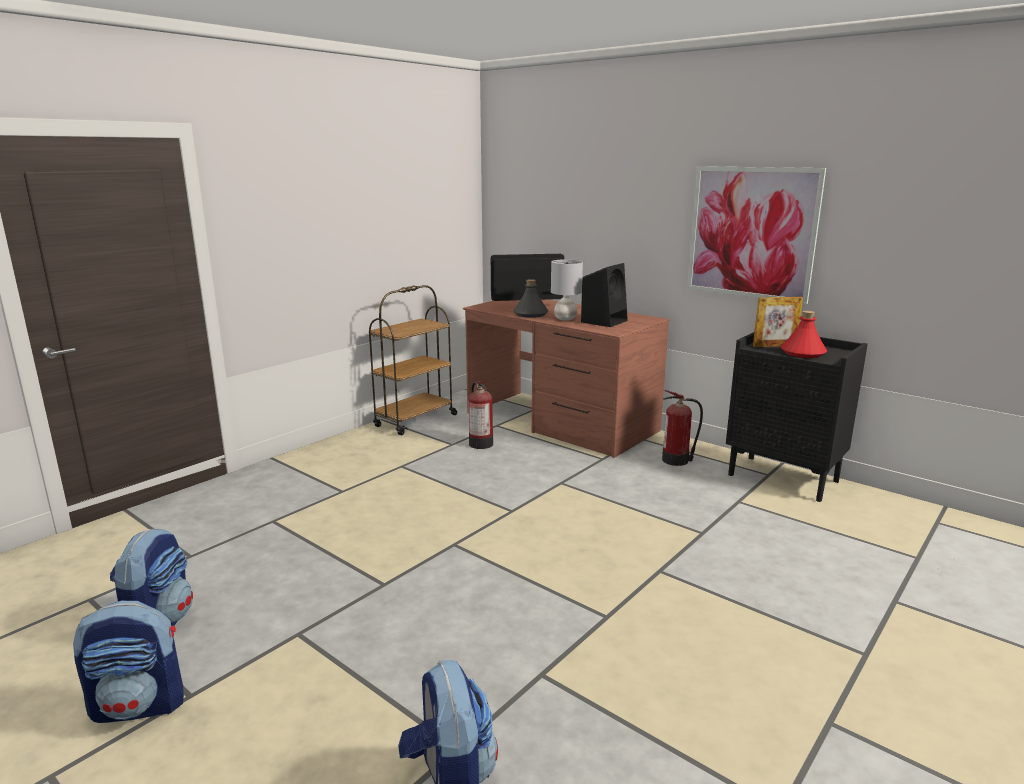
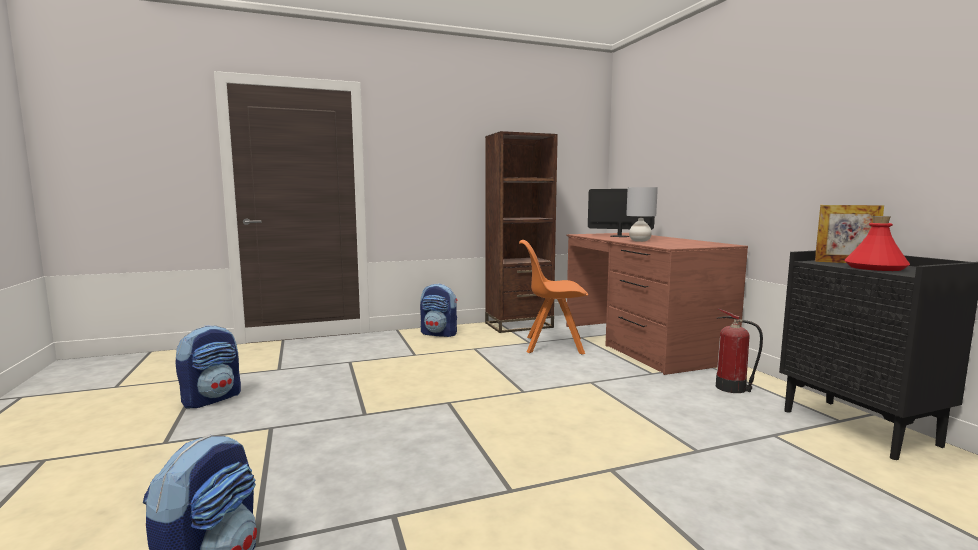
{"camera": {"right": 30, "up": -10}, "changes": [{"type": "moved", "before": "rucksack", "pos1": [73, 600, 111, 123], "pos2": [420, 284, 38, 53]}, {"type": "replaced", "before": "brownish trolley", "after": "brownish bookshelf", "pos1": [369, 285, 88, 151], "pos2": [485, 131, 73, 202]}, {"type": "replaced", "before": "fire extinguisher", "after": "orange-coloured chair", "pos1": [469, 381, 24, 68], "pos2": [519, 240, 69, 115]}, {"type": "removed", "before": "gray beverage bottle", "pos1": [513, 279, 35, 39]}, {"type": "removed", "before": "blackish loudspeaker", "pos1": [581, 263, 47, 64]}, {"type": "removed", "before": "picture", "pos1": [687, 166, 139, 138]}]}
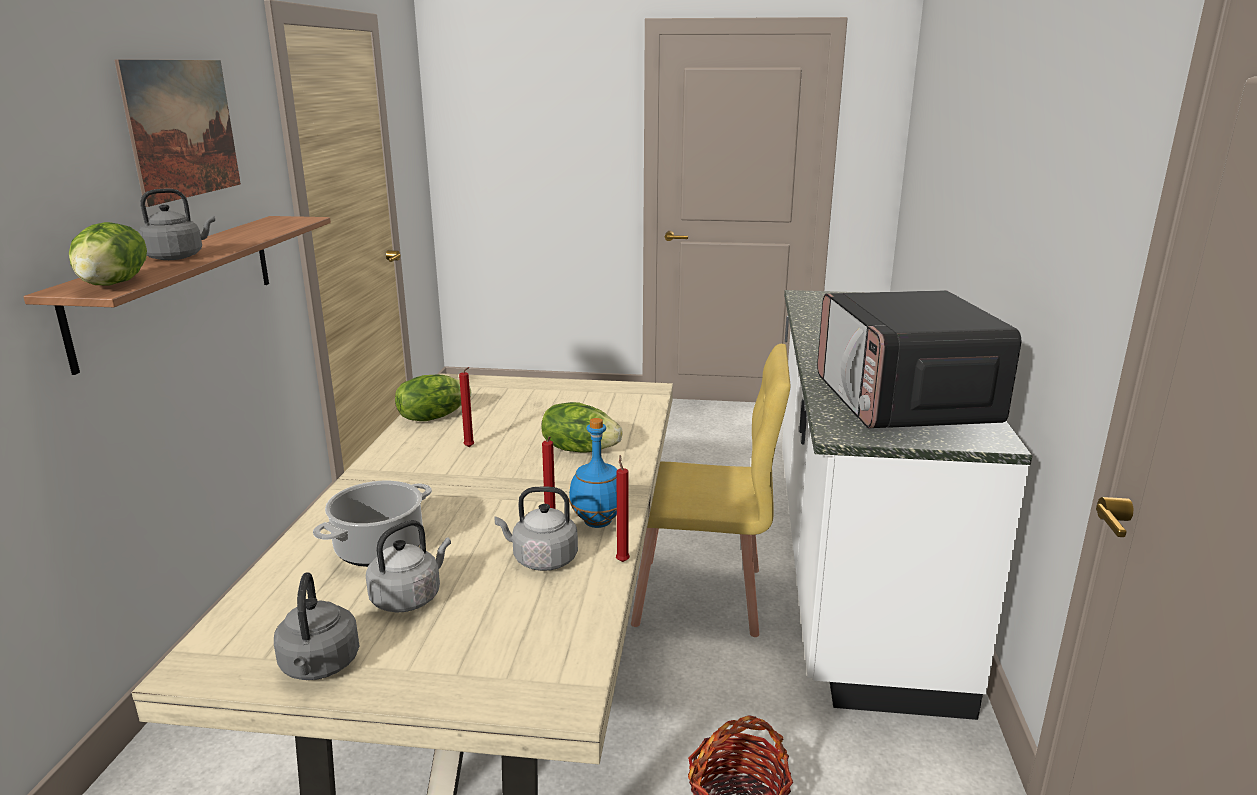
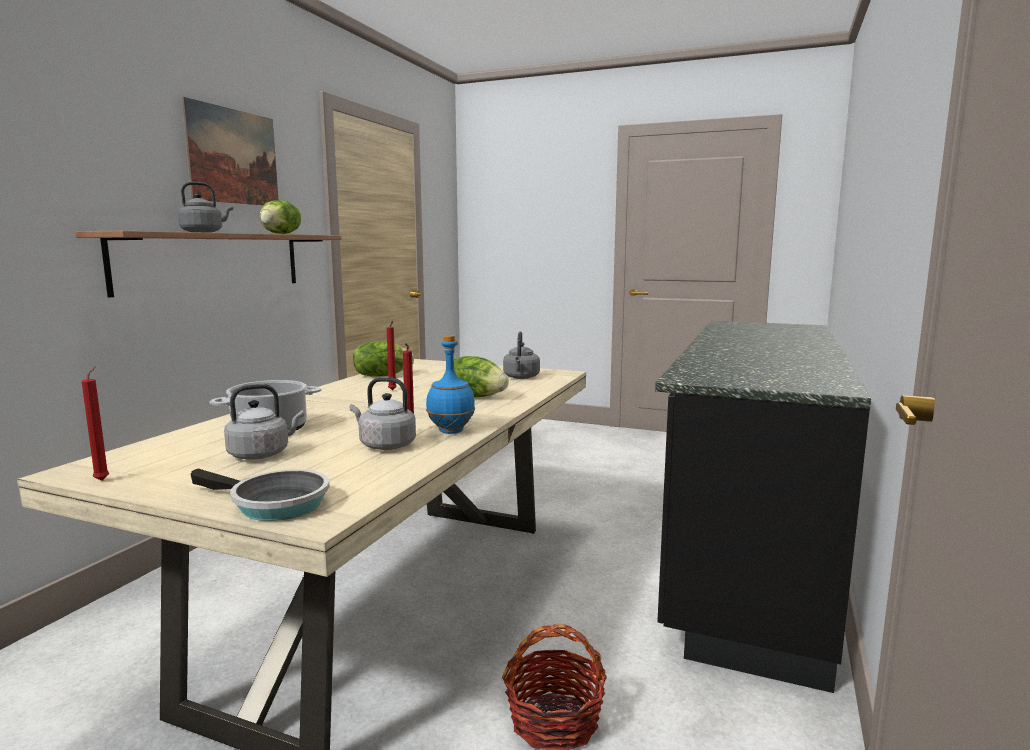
{"camera": {"right": 15, "up": -10}, "changes": [{"type": "moved", "before": "red wax light", "pos1": [616, 455, 14, 107], "pos2": [82, 366, 27, 115]}, {"type": "added", "after": "pan", "pos2": [191, 468, 138, 53]}, {"type": "moved", "before": "head of lettuce", "pos1": [69, 222, 78, 64], "pos2": [260, 200, 41, 34]}, {"type": "moved", "before": "gray kettle", "pos1": [274, 572, 85, 108], "pos2": [503, 331, 37, 48]}, {"type": "recoloured", "before": "whitish kitchen base unit", "after": "blackish kitchen base unit", "pos1": [782, 290, 250, 430], "pos2": [655, 321, 216, 372]}, {"type": "removed", "before": "yellow-coloured chair", "pos1": [631, 344, 159, 293]}, {"type": "removed", "before": "microwave oven", "pos1": [817, 290, 204, 138]}]}
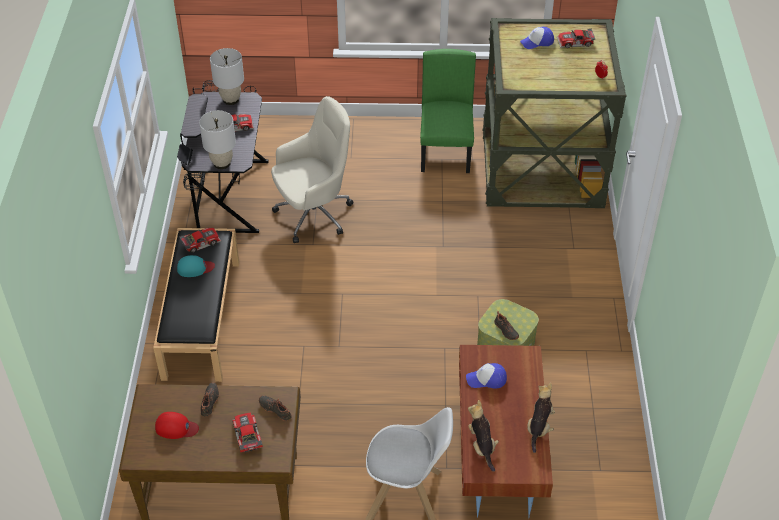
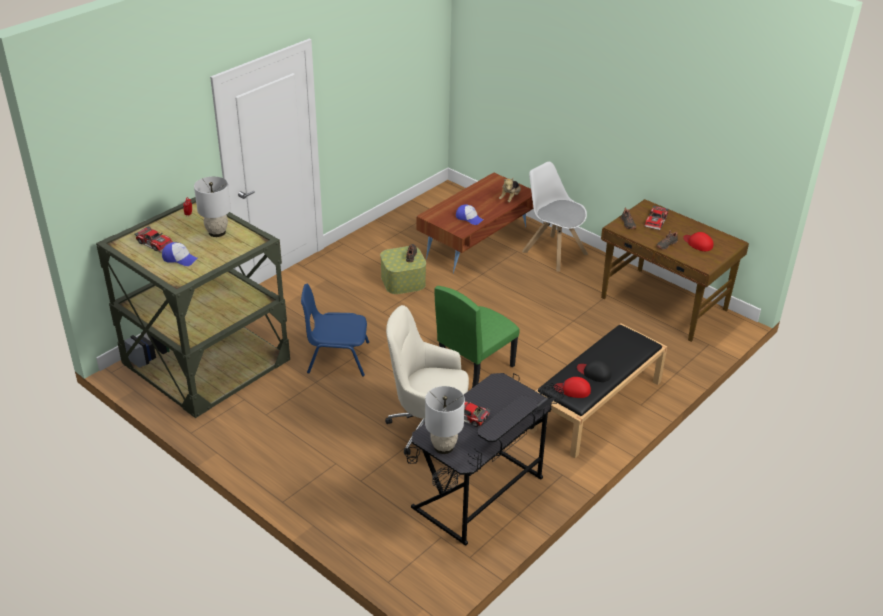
{"camera": {"right": -140, "up": -10}, "changes": [{"type": "moved", "before": "whitish lamp for a table", "pos1": [199, 110, 37, 59], "pos2": [194, 176, 37, 61]}, {"type": "added", "after": "blue-coloured chair", "pos2": [301, 284, 68, 93]}, {"type": "moved", "before": "greenish chair", "pos1": [420, 49, 56, 124], "pos2": [434, 286, 86, 102]}, {"type": "replaced", "before": "model car", "after": "red cap", "pos1": [179, 228, 42, 25], "pos2": [554, 377, 37, 21]}, {"type": "recoloured", "before": "turquoise-coloured cap", "after": "blackish cap", "pos1": [177, 255, 38, 22], "pos2": [577, 360, 35, 22]}, {"type": "removed", "before": "plush toy", "pos1": [527, 383, 28, 70]}]}
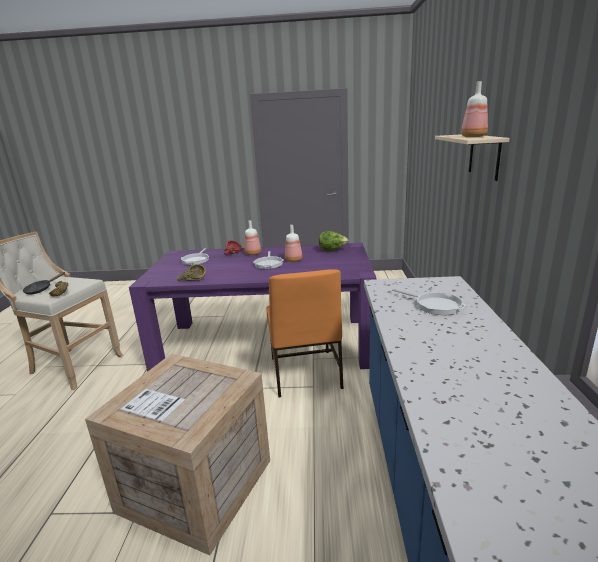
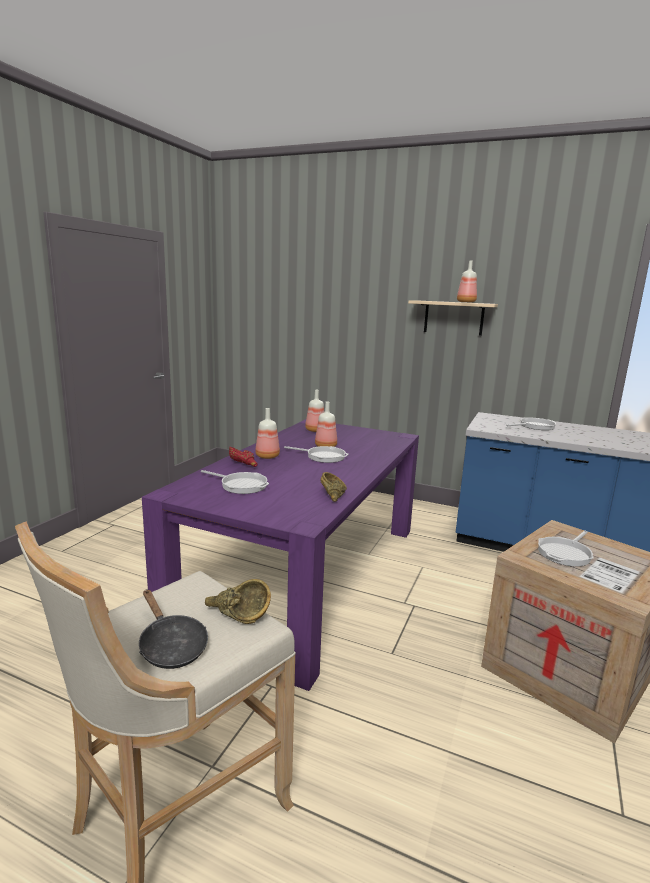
{"camera": {"right": -70, "up": -5}, "changes": [{"type": "replaced", "before": "head of lettuce", "after": "beverage bottle", "pos1": [319, 231, 29, 20], "pos2": [305, 390, 19, 42]}, {"type": "added", "after": "pan", "pos2": [538, 531, 56, 36]}, {"type": "removed", "before": "orange-coloured chair", "pos1": [266, 269, 78, 129]}]}
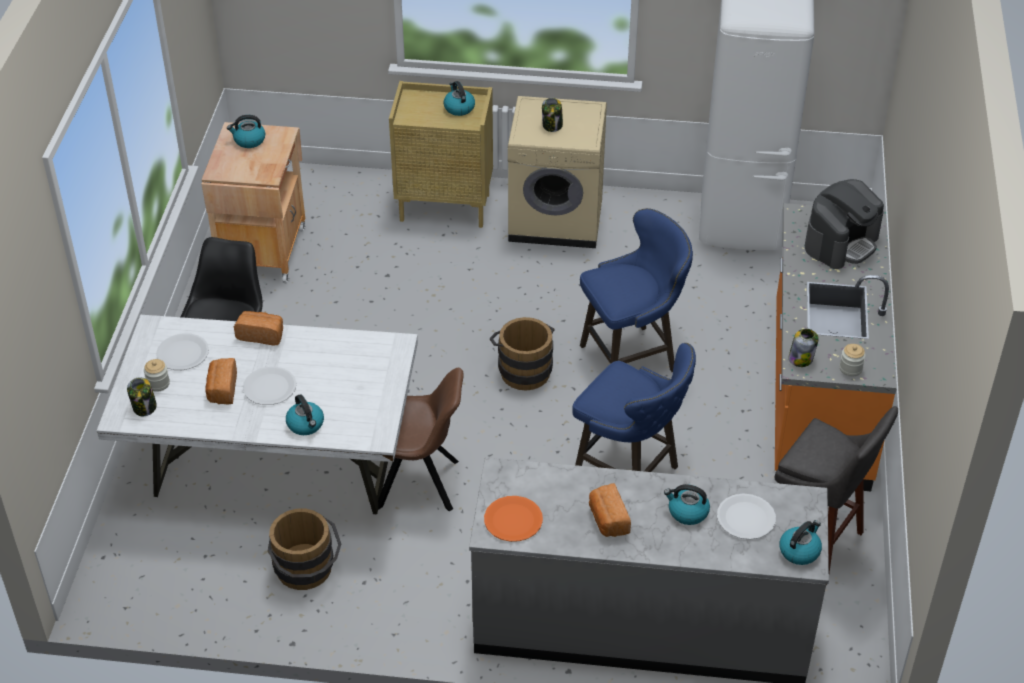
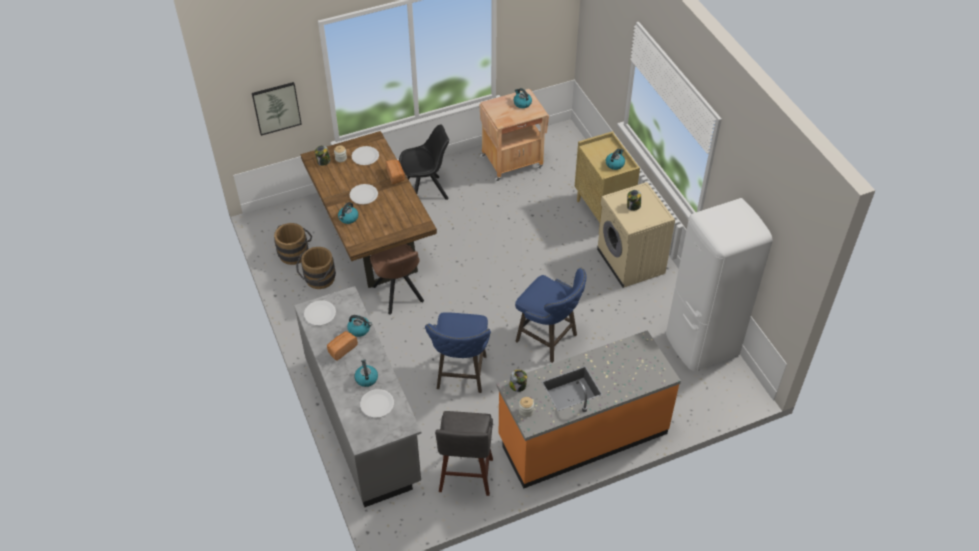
{"camera": {"right": 60, "up": 5}, "changes": [{"type": "added", "after": "picture", "pos2": [252, 82, 50, 54]}, {"type": "moved", "before": "brownish pail", "pos1": [490, 317, 64, 74], "pos2": [274, 223, 38, 42]}, {"type": "recoloured", "before": "whitish kitchen table", "after": "brownish kitchen table", "pos1": [97, 315, 321, 199], "pos2": [300, 131, 137, 157]}, {"type": "recoloured", "before": "orange-coloured flat dish", "after": "whitish flat dish", "pos1": [484, 496, 59, 46], "pos2": [304, 300, 32, 25]}, {"type": "moved", "before": "kettle", "pos1": [779, 520, 43, 45], "pos2": [347, 315, 25, 22]}, {"type": "removed", "before": "bakery bread", "pos1": [205, 358, 32, 47]}, {"type": "removed", "before": "coffee brewer", "pos1": [805, 179, 79, 90]}]}
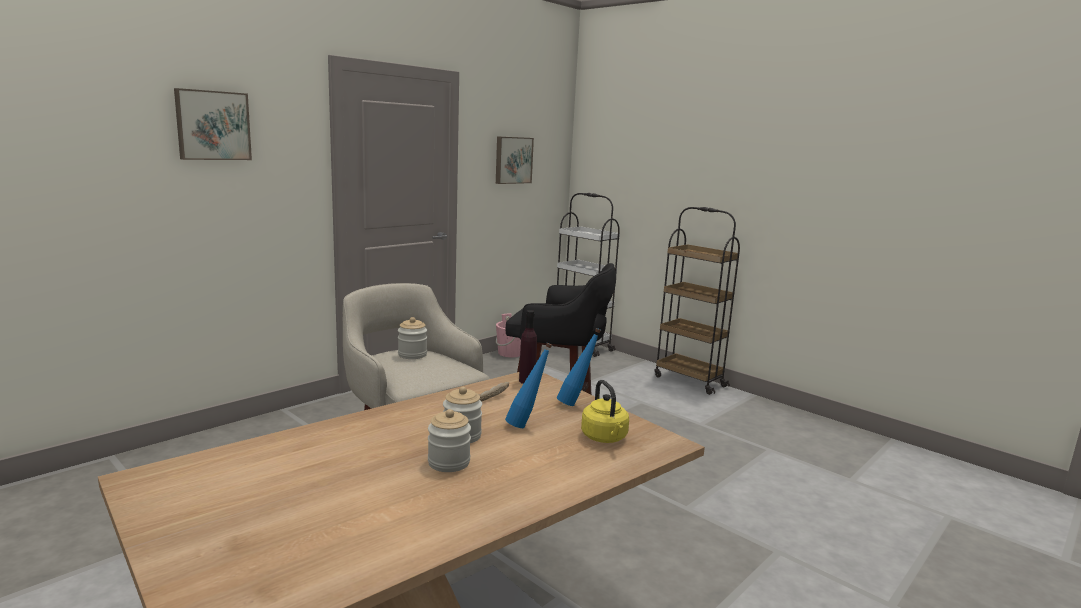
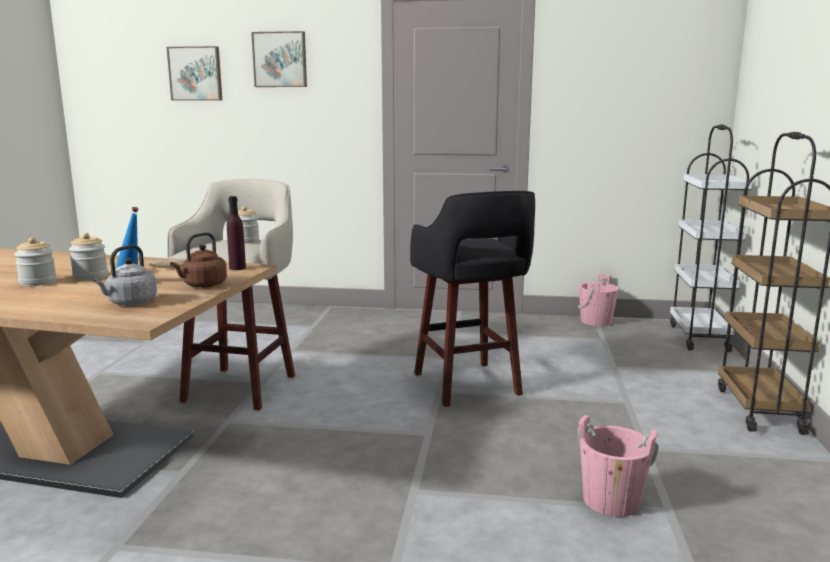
{"camera": {"right": 55, "up": 0}, "changes": [{"type": "recoloured", "before": "yellow-coloured kettle", "after": "gray kettle", "pos1": [581, 380, 48, 63], "pos2": [93, 245, 64, 61]}, {"type": "moved", "before": "picture", "pos1": [496, 136, 38, 48], "pos2": [167, 46, 55, 54]}, {"type": "replaced", "before": "blue-coloured beverage bottle", "after": "brownish kettle", "pos1": [557, 328, 44, 78], "pos2": [170, 232, 57, 56]}, {"type": "added", "after": "pink-coloured pail", "pos2": [578, 415, 81, 102]}]}
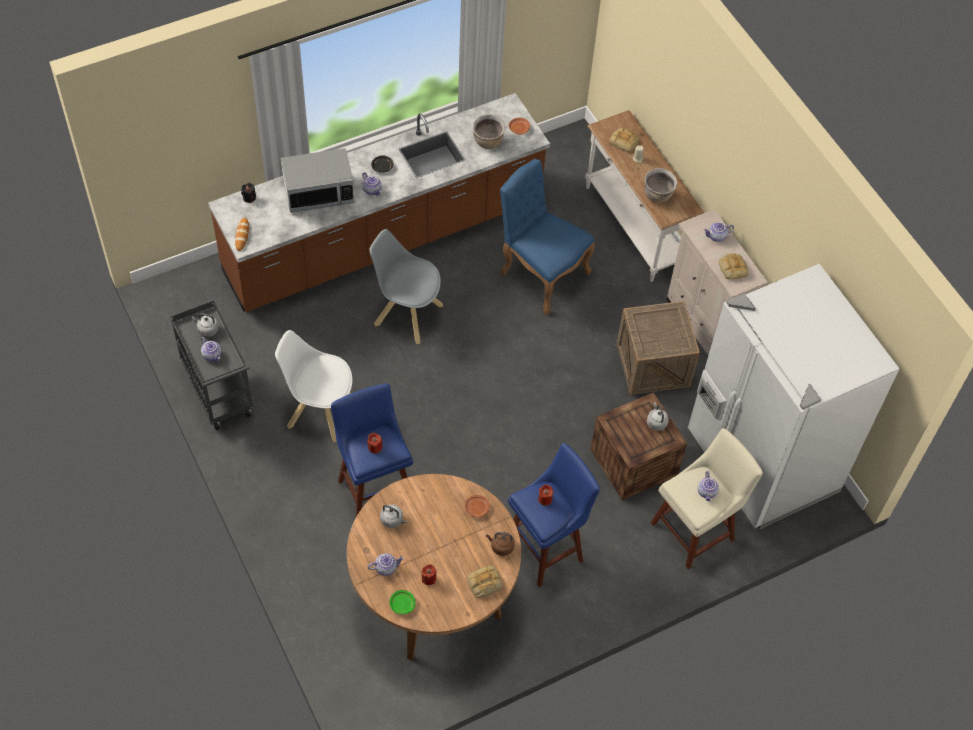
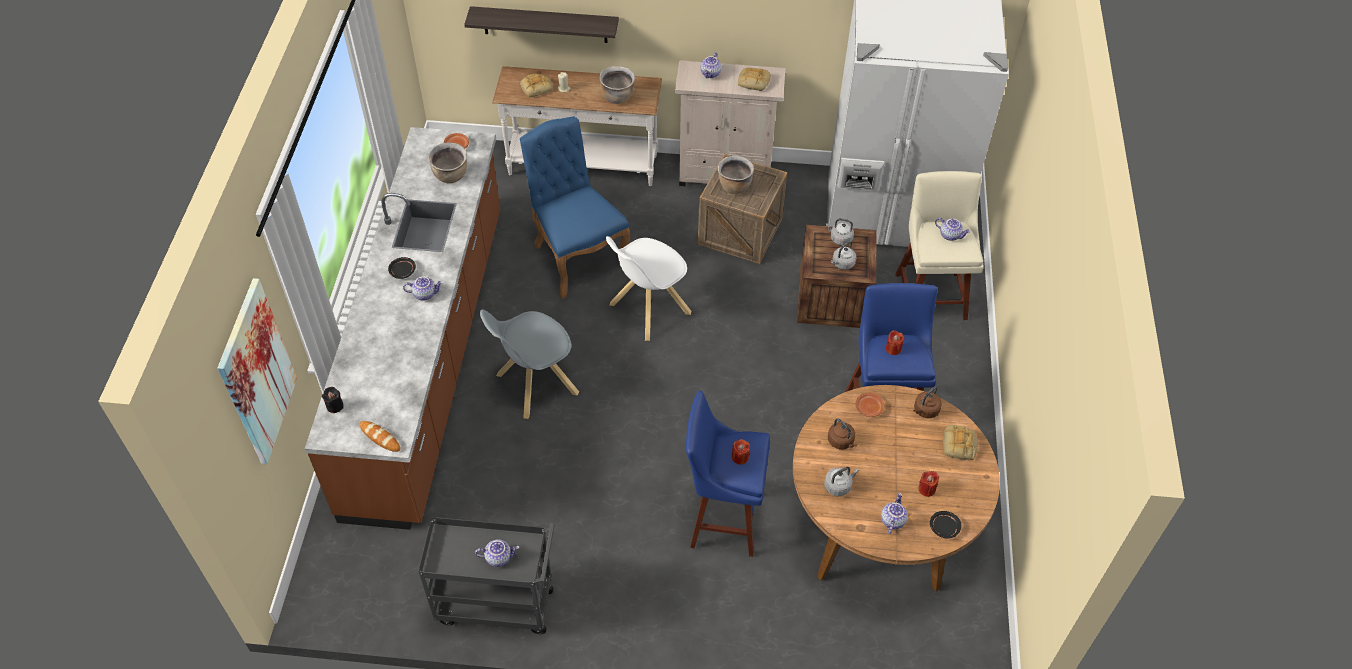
{"camera": {"right": -55, "up": -5}, "changes": [{"type": "added", "after": "picture", "pos2": [217, 278, 80, 186]}, {"type": "added", "after": "wall shelf", "pos2": [464, 6, 155, 37]}, {"type": "turned", "before": "blue-coloured chair", "pos1": [500, 159, 95, 156], "pos2": [520, 116, 110, 183], "turn": 75}, {"type": "moved", "before": "whitish chair", "pos1": [275, 330, 77, 113], "pos2": [606, 236, 85, 105]}, {"type": "added", "after": "brownish saucepot", "pos2": [718, 156, 36, 38]}, {"type": "added", "after": "brownish kettle", "pos2": [828, 419, 29, 31]}, {"type": "moved", "before": "gray kettle", "pos1": [192, 313, 27, 24], "pos2": [831, 241, 25, 29]}, {"type": "recoloured", "before": "greenish flat dish", "after": "blackish flat dish", "pos1": [390, 590, 26, 24], "pos2": [930, 511, 31, 28]}, {"type": "removed", "before": "microwave oven", "pos1": [281, 148, 73, 65]}]}
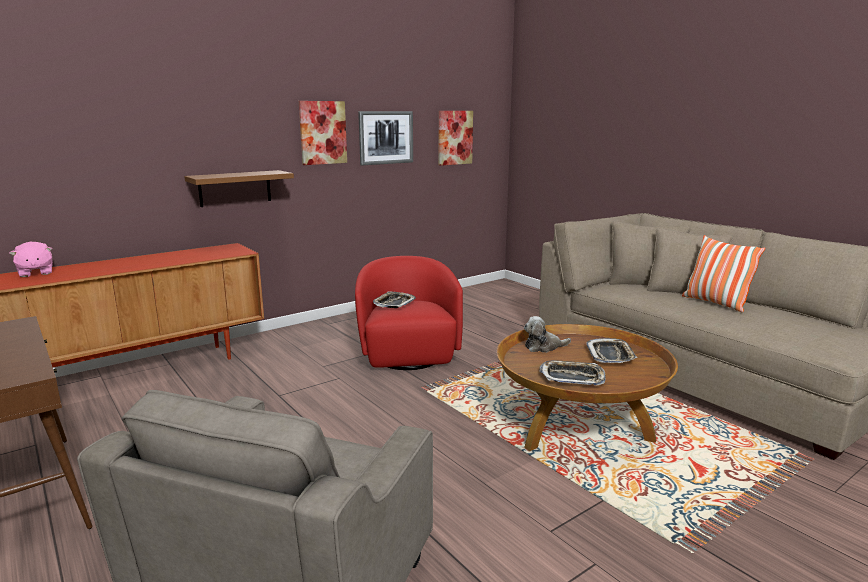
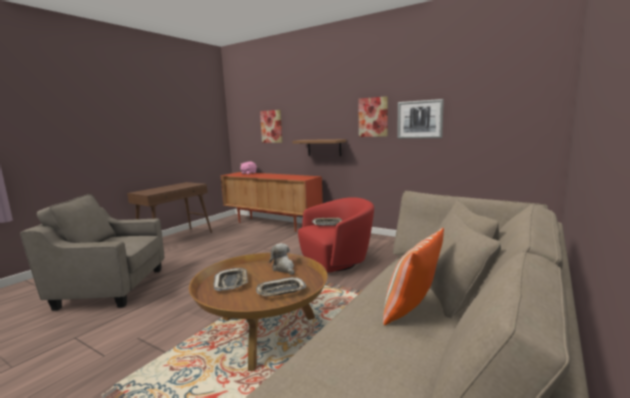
{"camera": {"right": 70, "up": -5}, "changes": [{"type": "moved", "before": "picture", "pos1": [439, 111, 34, 55], "pos2": [260, 110, 23, 33]}]}
